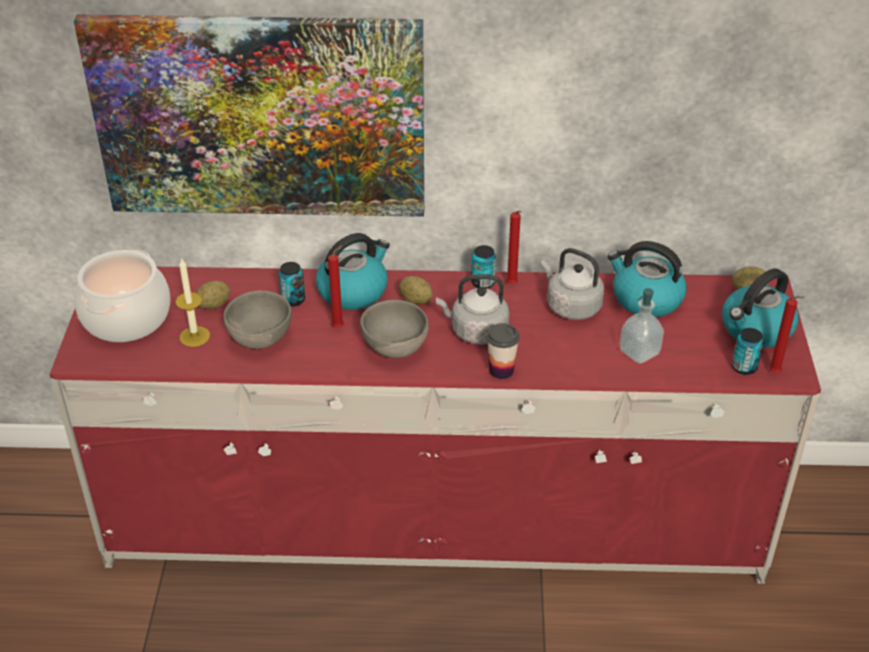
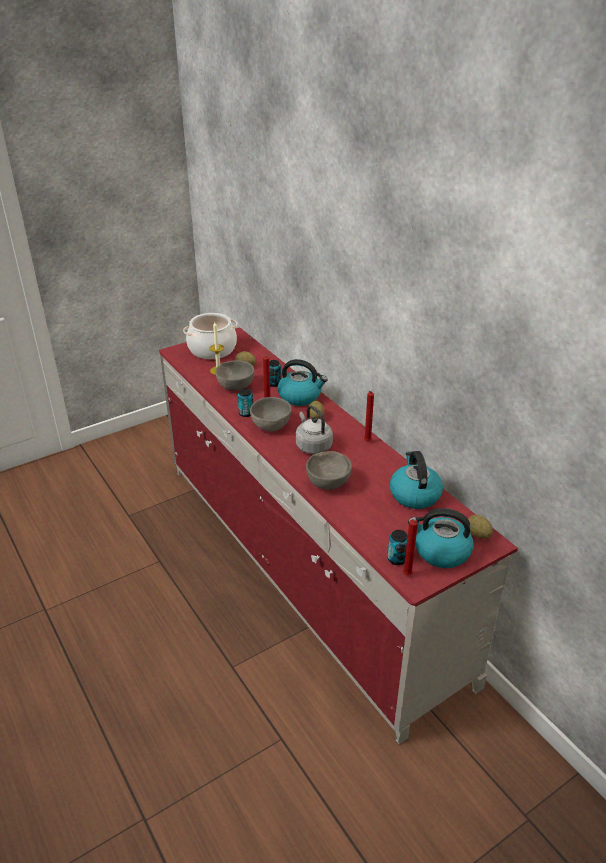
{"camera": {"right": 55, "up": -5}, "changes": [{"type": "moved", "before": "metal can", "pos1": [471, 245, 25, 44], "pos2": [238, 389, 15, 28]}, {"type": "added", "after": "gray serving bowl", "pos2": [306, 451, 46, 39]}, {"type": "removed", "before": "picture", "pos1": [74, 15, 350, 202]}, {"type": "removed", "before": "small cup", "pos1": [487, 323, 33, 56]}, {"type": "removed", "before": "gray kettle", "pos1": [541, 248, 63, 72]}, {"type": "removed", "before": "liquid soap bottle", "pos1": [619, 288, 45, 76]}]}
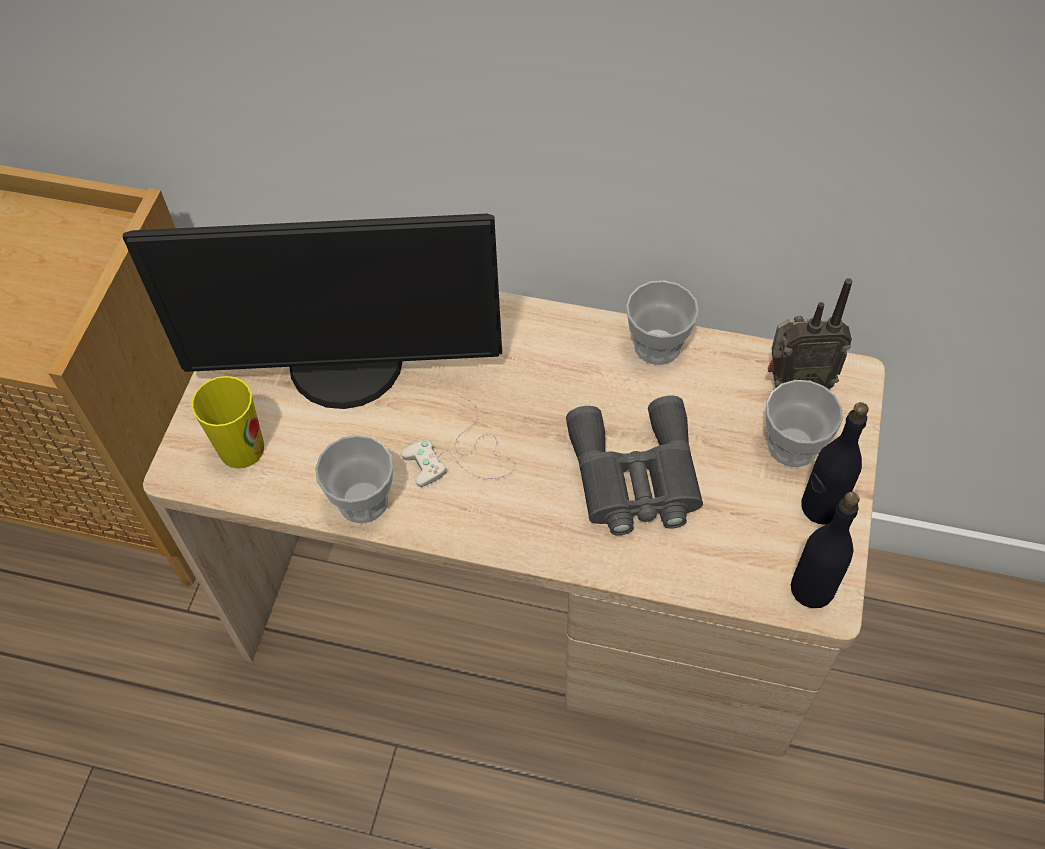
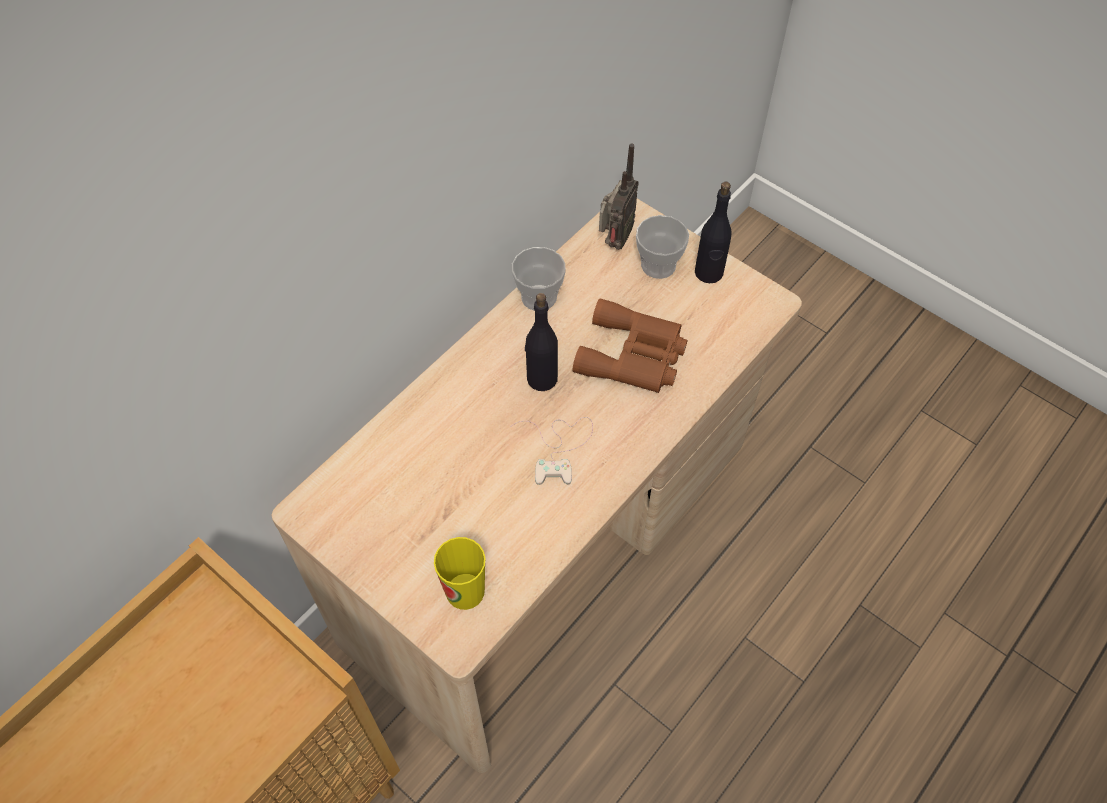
{"camera": {"right": -65, "up": 0}, "changes": [{"type": "moved", "before": "blackish beverage bottle", "pos1": [791, 492, 69, 116], "pos2": [525, 293, 33, 98]}, {"type": "recoloured", "before": "gray pair of binoculars", "after": "brownish pair of binoculars", "pos1": [566, 395, 137, 140], "pos2": [573, 298, 114, 95]}, {"type": "removed", "before": "monitor", "pos1": [123, 214, 379, 195]}, {"type": "removed", "before": "small cup", "pos1": [315, 435, 78, 88]}]}
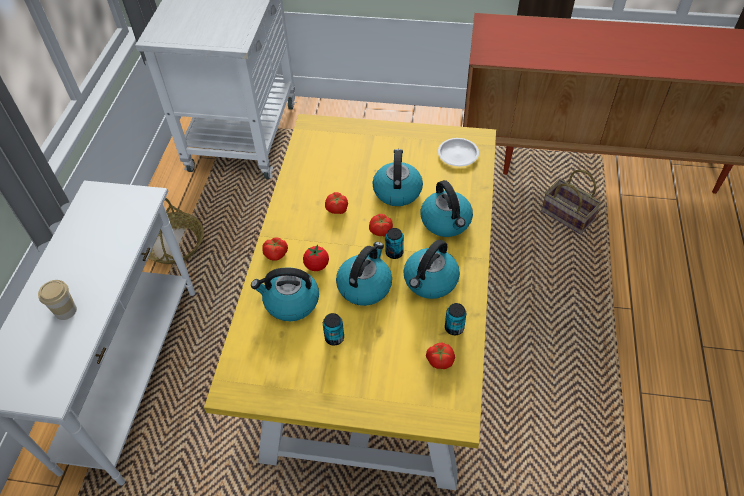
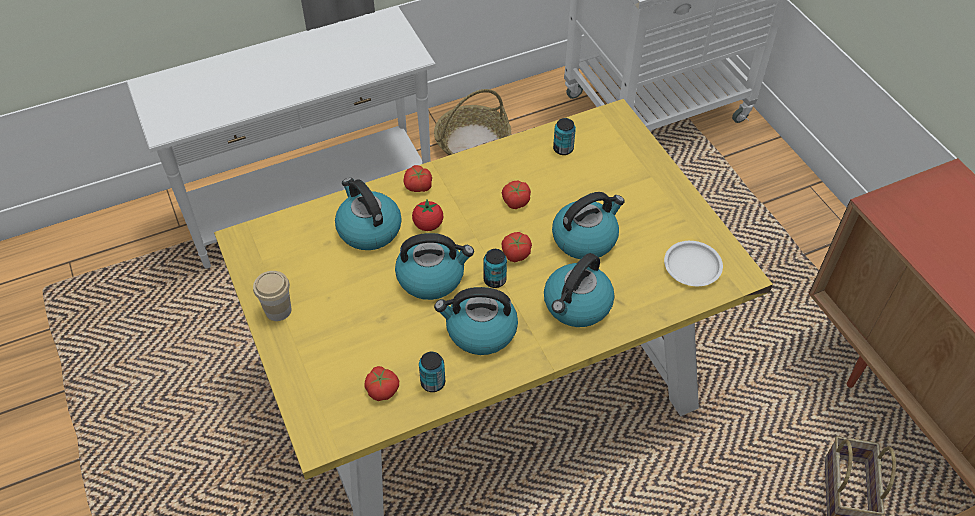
{"camera": {"right": 55, "up": 0}, "changes": [{"type": "moved", "before": "small cup", "pos1": [38, 280, 39, 40], "pos2": [253, 271, 39, 50]}, {"type": "moved", "before": "metal can", "pos1": [323, 313, 21, 33], "pos2": [553, 118, 23, 37]}]}
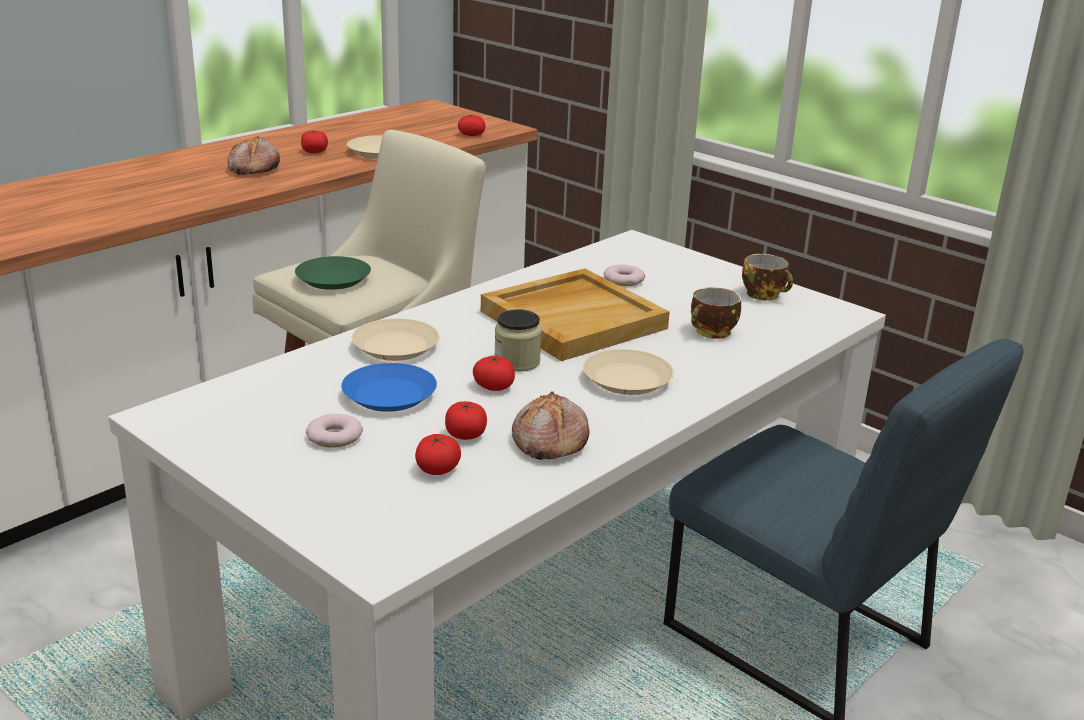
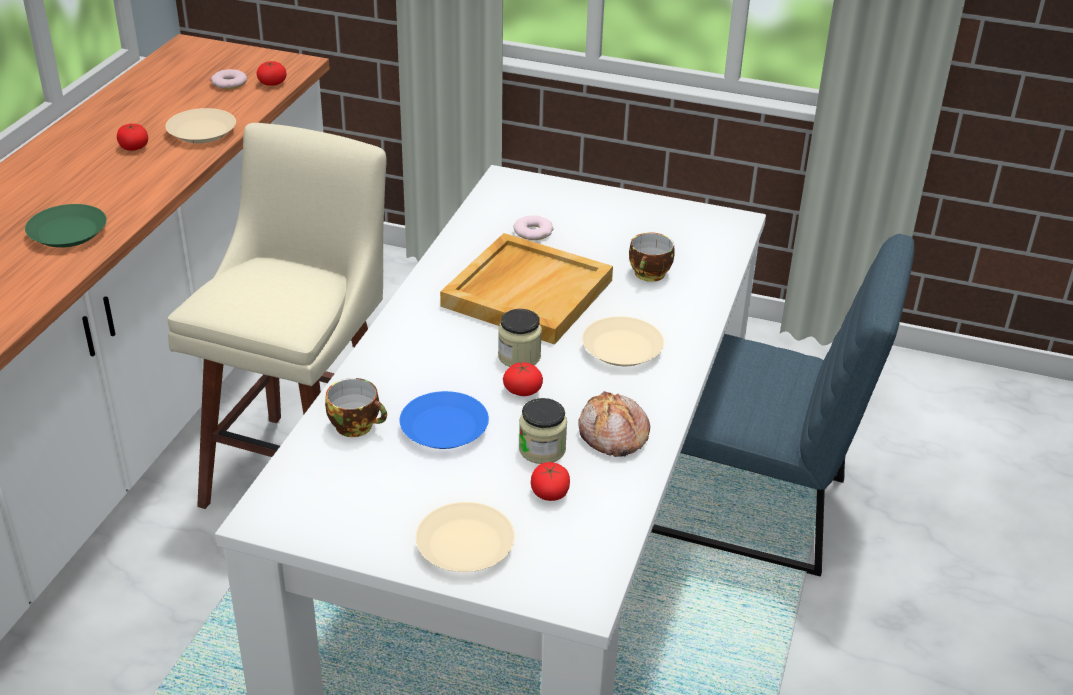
{"camera": {"right": -25, "up": 10}, "changes": [{"type": "moved", "before": "greenish flat dish", "pos1": [295, 256, 76, 34], "pos2": [25, 204, 82, 44]}, {"type": "moved", "before": "donut", "pos1": [306, 414, 57, 34], "pos2": [211, 69, 36, 20]}, {"type": "moved", "before": "small cup", "pos1": [742, 254, 51, 47], "pos2": [325, 378, 62, 59]}, {"type": "moved", "before": "beige flat dish", "pos1": [352, 318, 87, 43], "pos2": [416, 502, 99, 70]}, {"type": "replaced", "before": "whole tomato", "after": "jar", "pos1": [445, 401, 42, 39], "pos2": [519, 398, 48, 66]}, {"type": "removed", "before": "bakery bread", "pos1": [227, 136, 53, 39]}]}
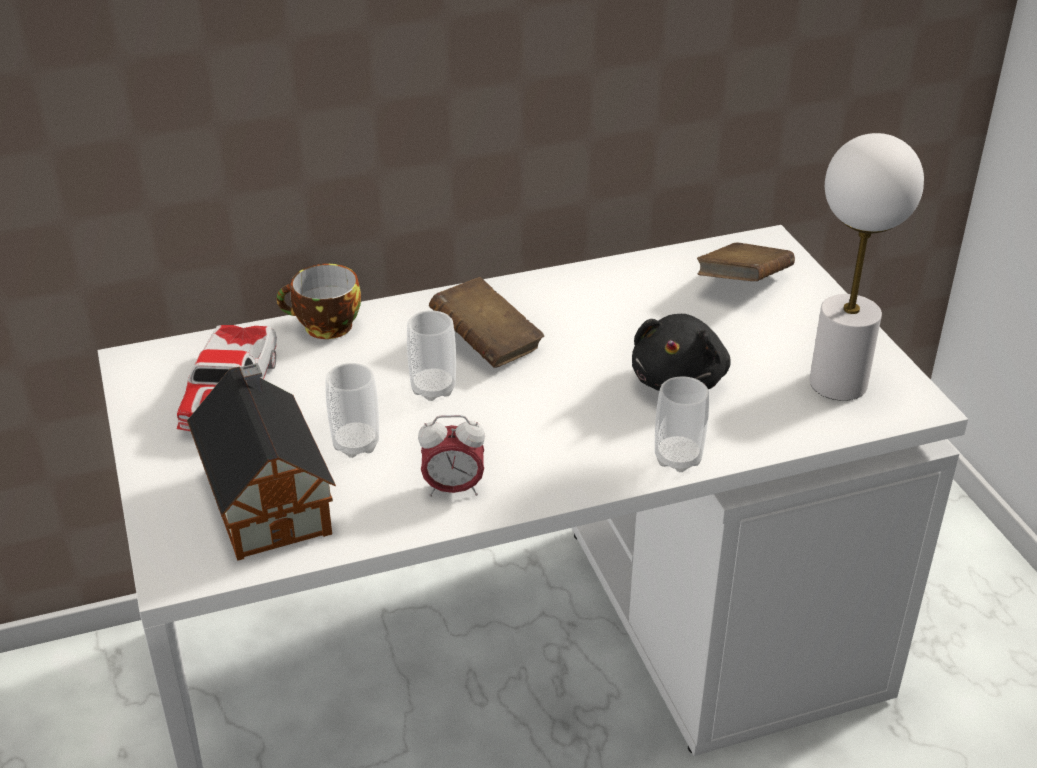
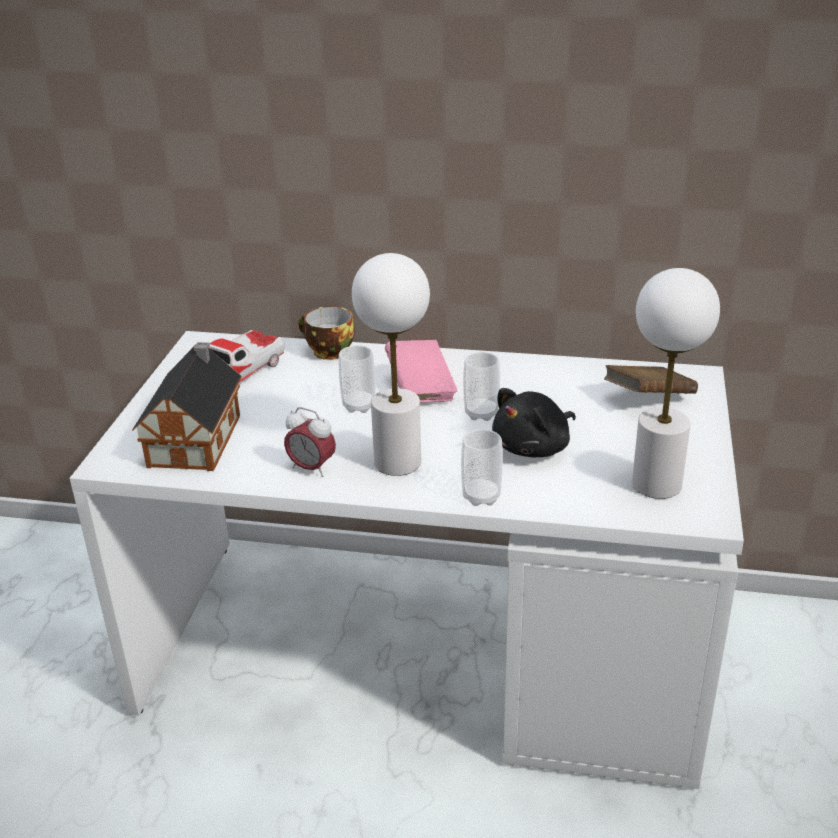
{"camera": {"right": 30, "up": -5}, "changes": [{"type": "added", "after": "whitish lamp for a table", "pos2": [352, 253, 78, 223]}, {"type": "recoloured", "before": "brownish book", "after": "pink-coloured book", "pos1": [429, 277, 115, 91], "pos2": [385, 340, 72, 63]}, {"type": "moved", "before": "small cup", "pos1": [326, 363, 53, 95], "pos2": [463, 352, 37, 69]}]}
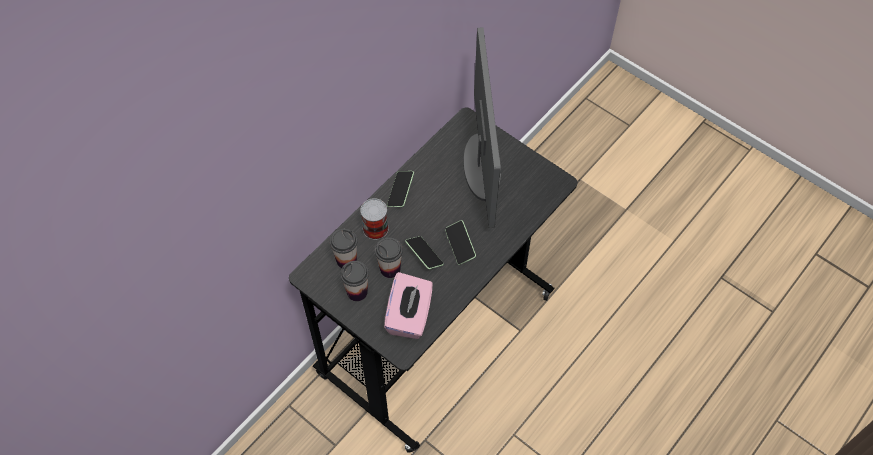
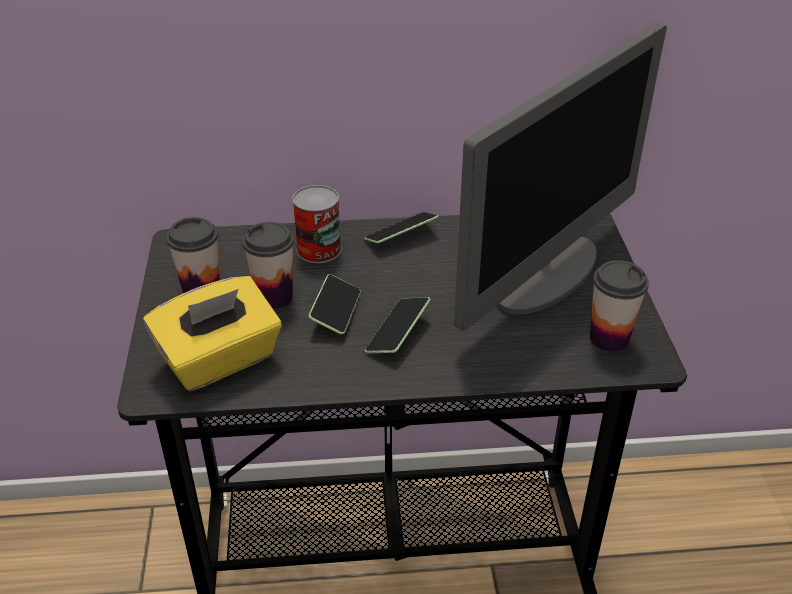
{"camera": {"right": 45, "up": -20}, "changes": [{"type": "recoloured", "before": "pink-coloured box of tissues", "after": "yellow-coloured box of tissues", "pos1": [384, 272, 49, 67], "pos2": [143, 276, 138, 115]}, {"type": "moved", "before": "small cup", "pos1": [330, 229, 28, 39], "pos2": [590, 260, 59, 92]}]}
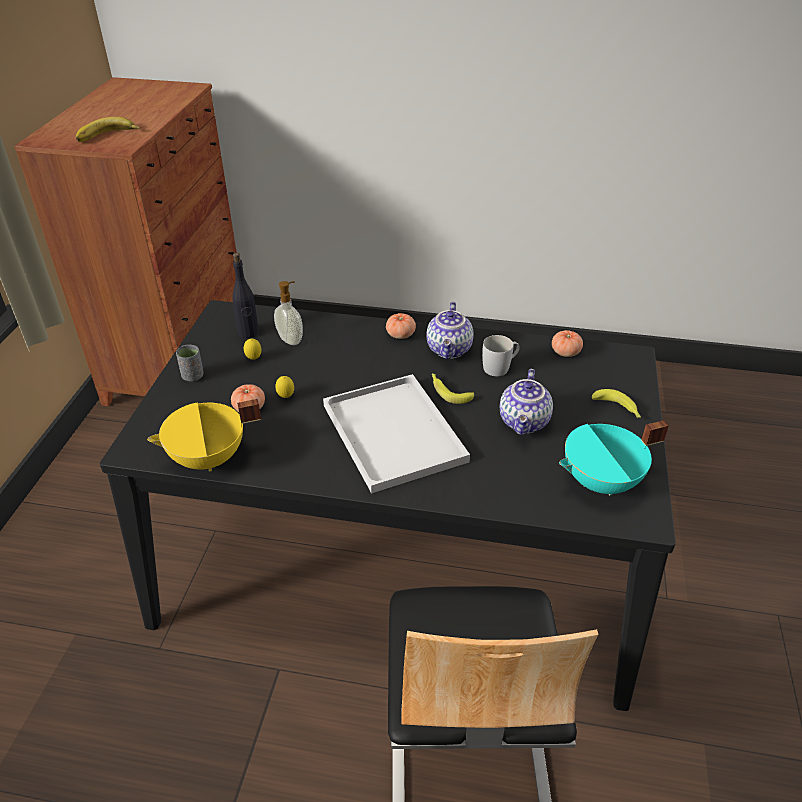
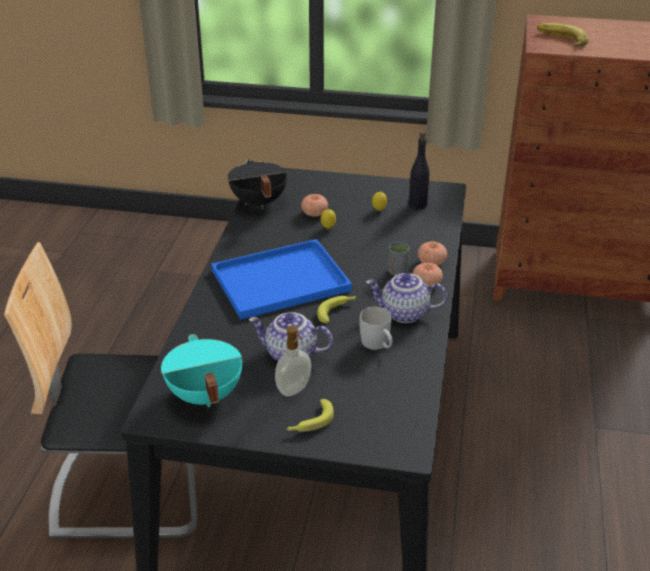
{"camera": {"right": 90, "up": -5}, "changes": [{"type": "recoloured", "before": "whitish serving tray", "after": "blue-coloured serving tray", "pos1": [323, 374, 147, 119], "pos2": [212, 239, 140, 81]}, {"type": "recoloured", "before": "yellow-coloured saucepot", "after": "blackish saucepot", "pos1": [147, 399, 114, 73], "pos2": [227, 159, 60, 50]}, {"type": "moved", "before": "liquid soap bottle", "pos1": [274, 281, 29, 64], "pos2": [275, 325, 36, 71]}, {"type": "moved", "before": "gray small cup", "pos1": [176, 345, 28, 37], "pos2": [388, 242, 21, 34]}, {"type": "moved", "before": "whole tomato", "pos1": [552, 330, 31, 27], "pos2": [418, 241, 29, 25]}]}
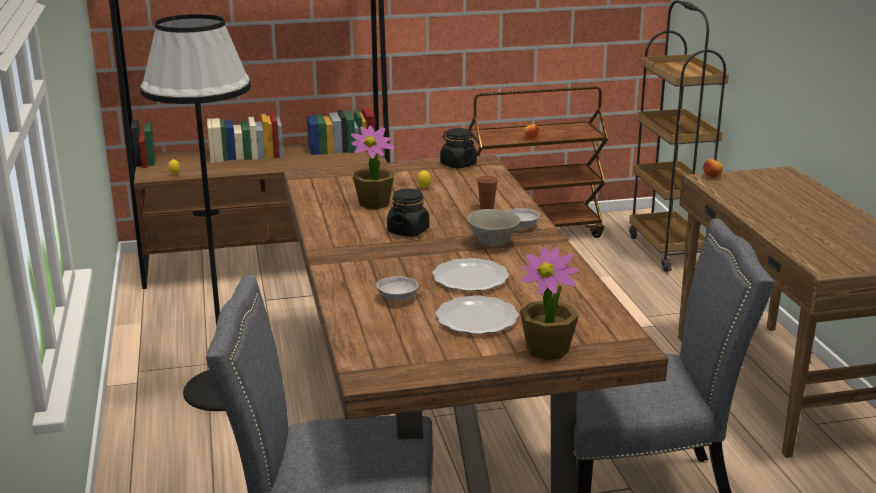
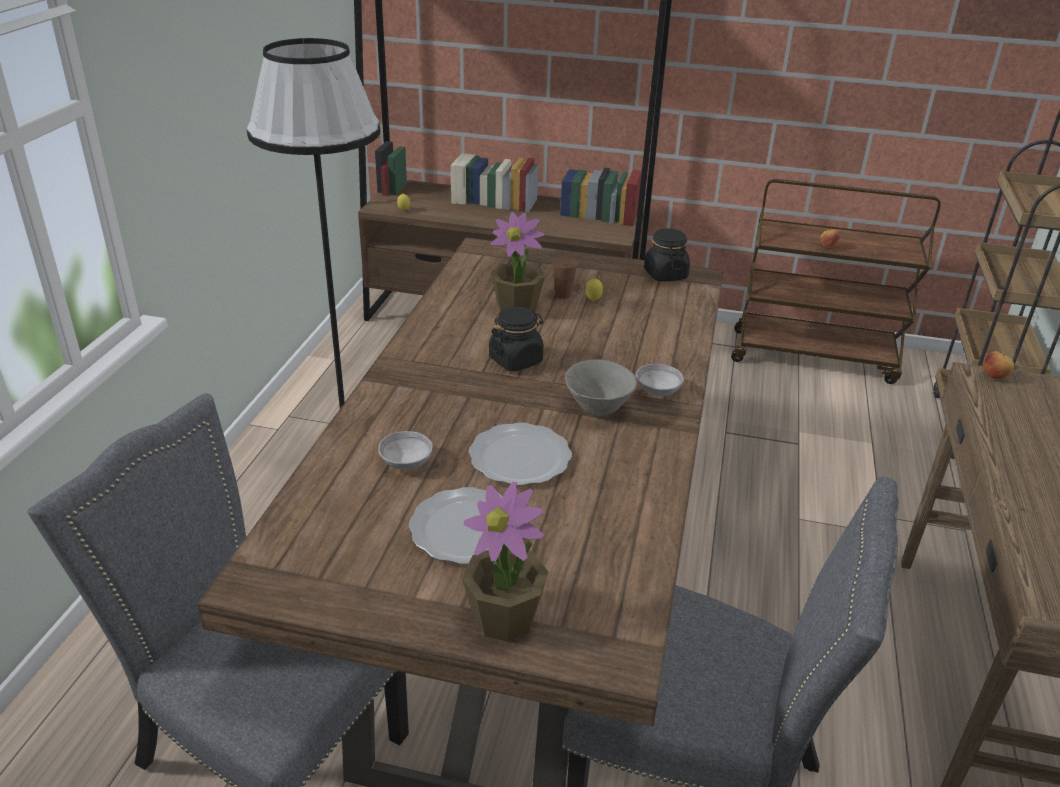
{"camera": {"right": 25, "up": 10}, "changes": [{"type": "moved", "before": "brownish small cup", "pos1": [477, 176, 21, 33], "pos2": [552, 257, 26, 42]}]}
